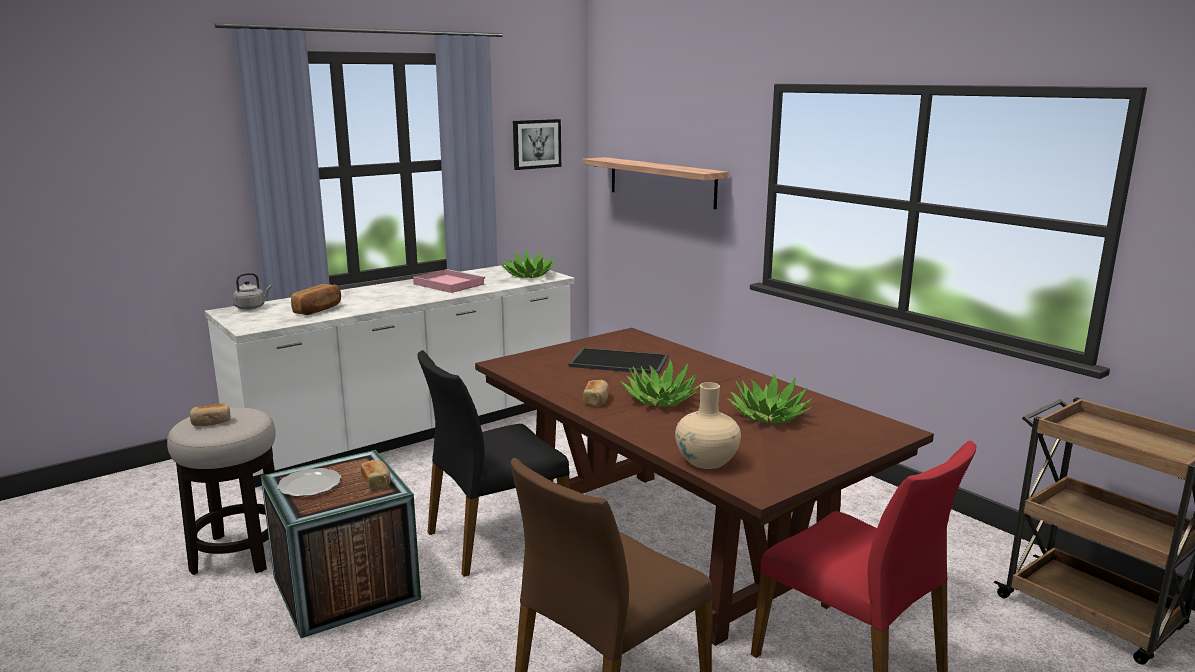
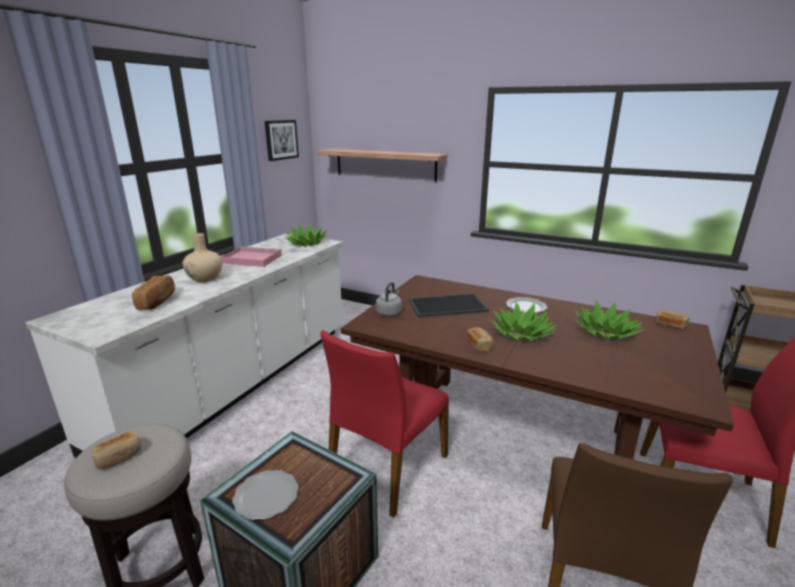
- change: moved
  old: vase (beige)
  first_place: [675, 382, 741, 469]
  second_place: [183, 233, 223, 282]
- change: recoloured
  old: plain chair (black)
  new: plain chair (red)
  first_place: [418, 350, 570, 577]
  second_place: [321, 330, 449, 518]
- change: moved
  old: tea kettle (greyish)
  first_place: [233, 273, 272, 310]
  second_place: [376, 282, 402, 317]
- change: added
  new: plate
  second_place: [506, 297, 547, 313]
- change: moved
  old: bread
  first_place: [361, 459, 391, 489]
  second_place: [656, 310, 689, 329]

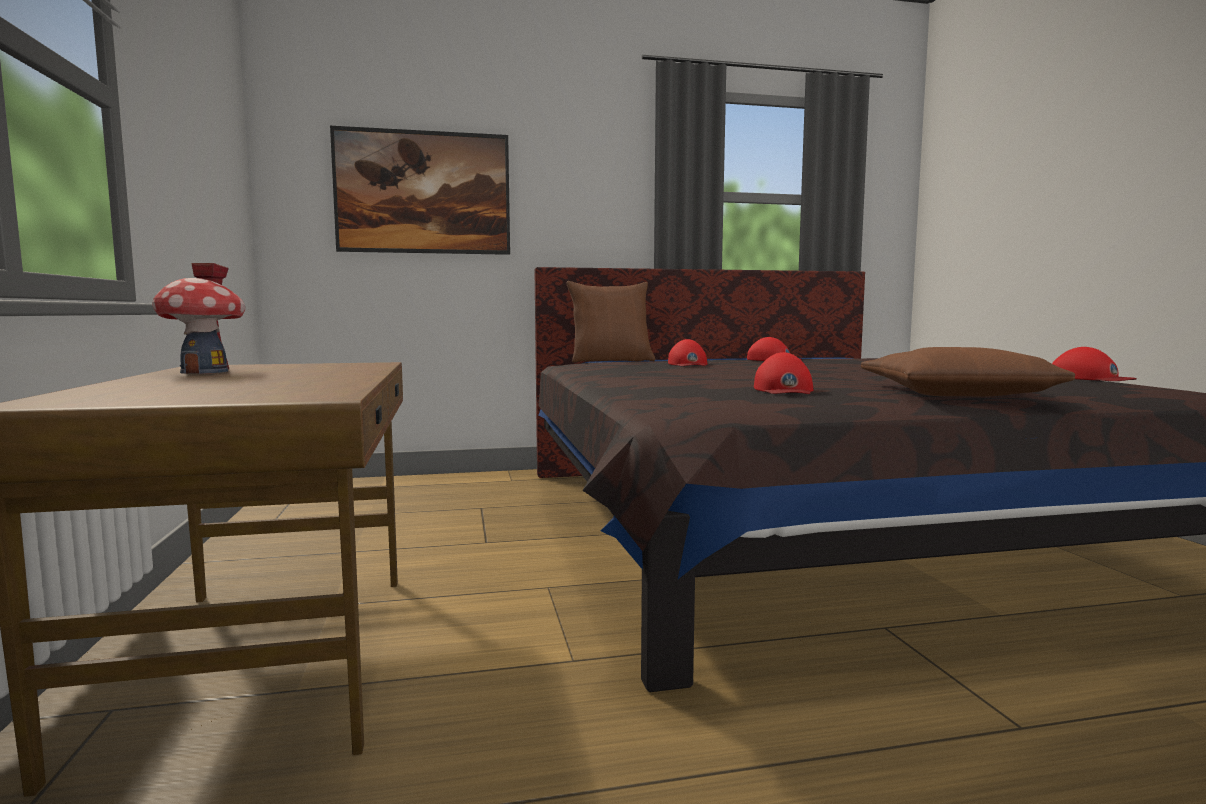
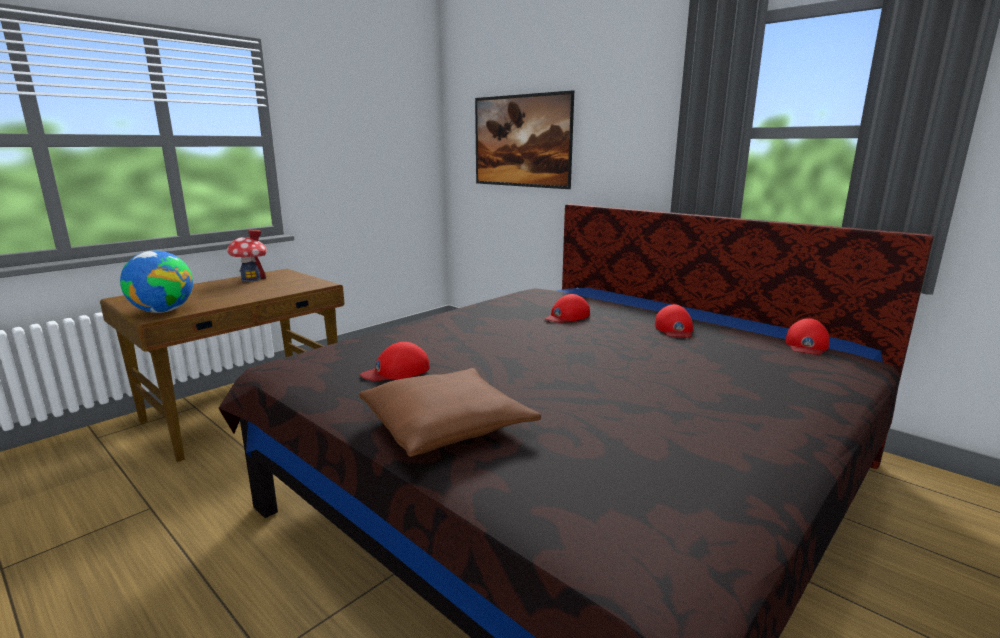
- change: added
  new: globe
  second_place: [120, 251, 193, 313]
- change: moved
  old: peaked cap (red)
  first_place: [1052, 347, 1137, 381]
  second_place: [785, 318, 829, 355]
- change: removed
  old: pillow (brown-coloured)
  first_place: [566, 281, 655, 363]

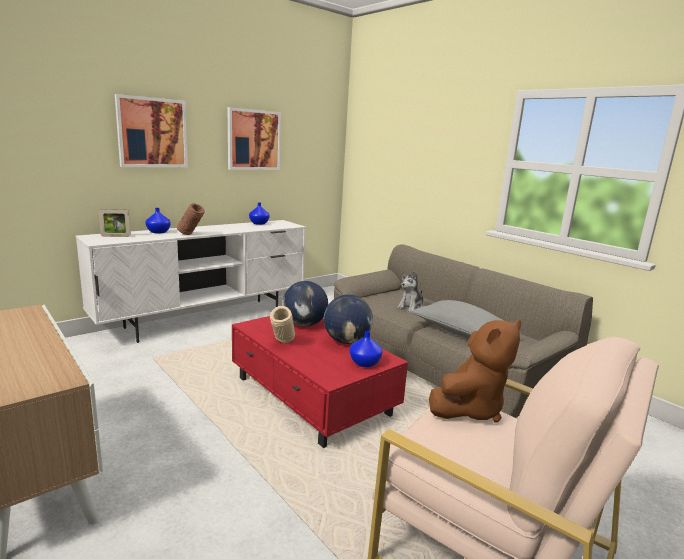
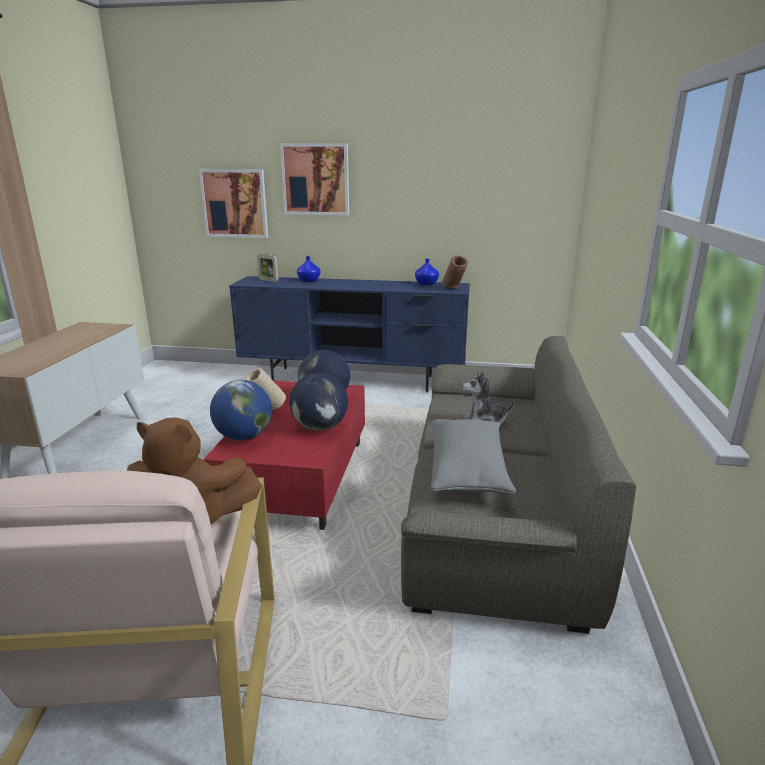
- change: moved
  old: picture
  first_place: [228, 107, 281, 170]
  second_place: [199, 169, 268, 238]
- change: added
  new: globe
  second_place: [210, 380, 272, 441]
- change: recoloured
  old: media console (whitish)
  new: media console (bluish)
  first_place: [75, 220, 306, 343]
  second_place: [229, 276, 470, 392]
- change: moved
  old: vase (brown-coloured)
  first_place: [177, 203, 205, 235]
  second_place: [442, 256, 468, 289]
- change: removed
  old: vase (bluish)
  first_place: [350, 331, 382, 367]

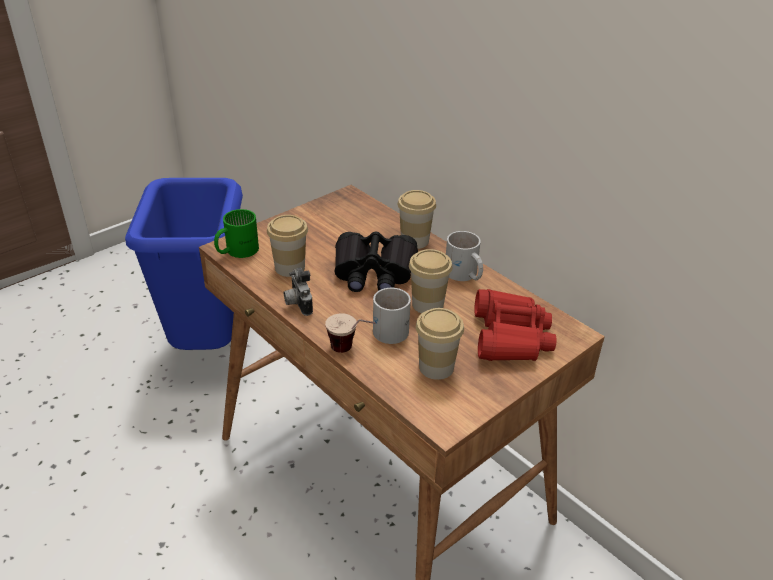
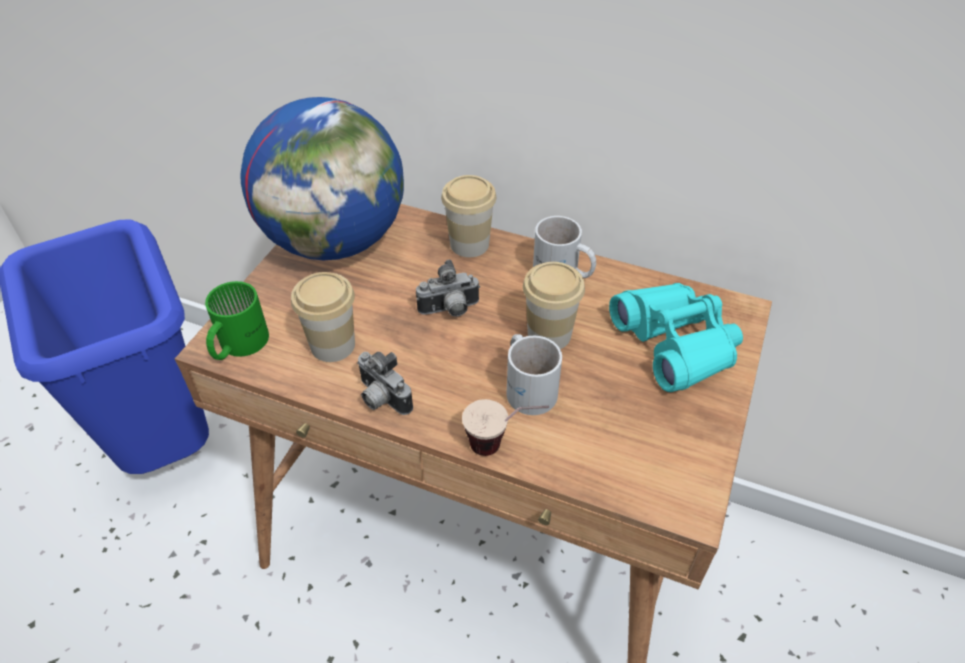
- change: added
  new: globe
  second_place: [240, 97, 404, 260]
- change: replaced
  old: field glasses (black)
  new: photo camera
  first_place: [334, 232, 418, 292]
  second_place: [416, 259, 480, 317]
- change: recoloured
  old: field glasses (red)
  new: field glasses (turquoise-coloured)
  first_place: [474, 289, 556, 361]
  second_place: [609, 283, 743, 392]
- change: removed
  old: small cup
  first_place: [416, 308, 464, 380]

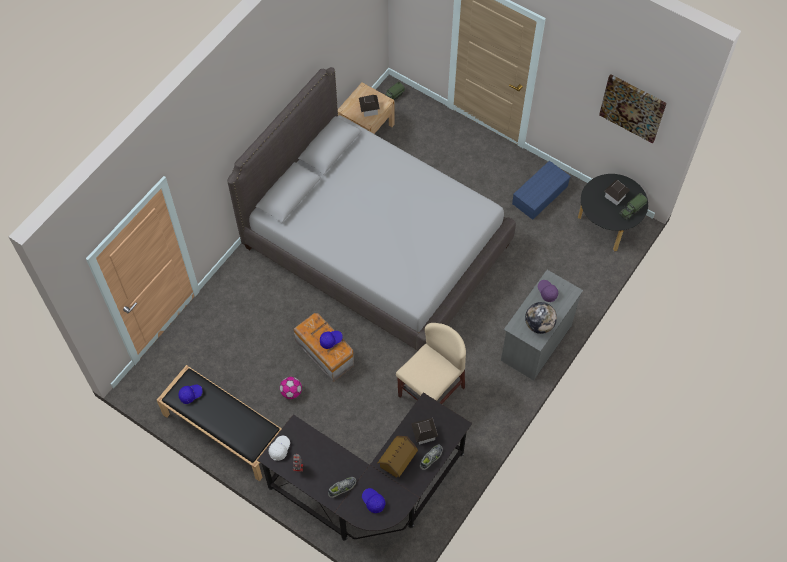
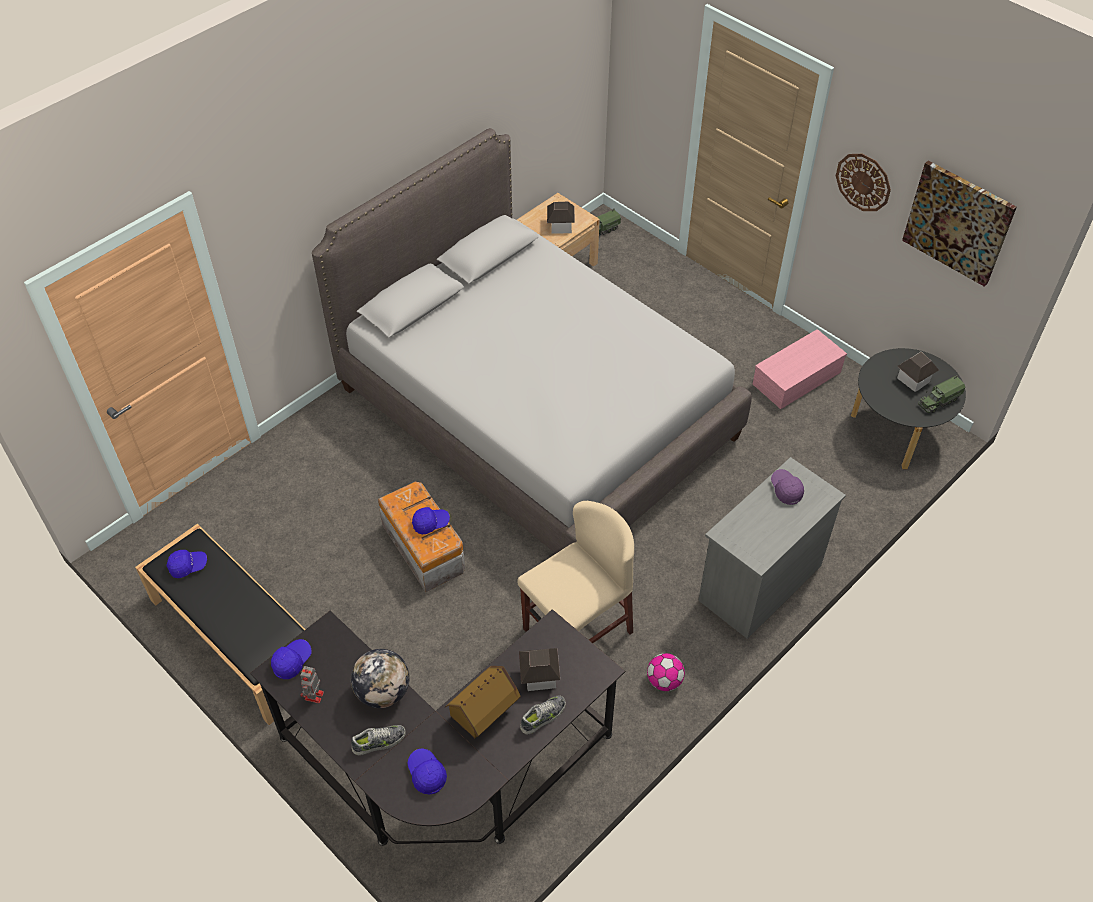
- change: recoloured
  old: peaked cap (whitish)
  new: peaked cap (bluish)
  first_place: [268, 436, 290, 461]
  second_place: [271, 639, 311, 679]
- change: moved
  old: globe
  first_place: [525, 302, 557, 334]
  second_place: [351, 649, 410, 708]
- change: moved
  old: football
  first_place: [280, 377, 302, 399]
  second_place: [647, 653, 685, 691]
- change: recoloured
  old: storage bin (bluish)
  new: storage bin (pink-coloured)
  first_place: [512, 161, 571, 220]
  second_place: [753, 329, 847, 409]
- change: added
  new: hanging clock
  second_place: [836, 154, 891, 211]

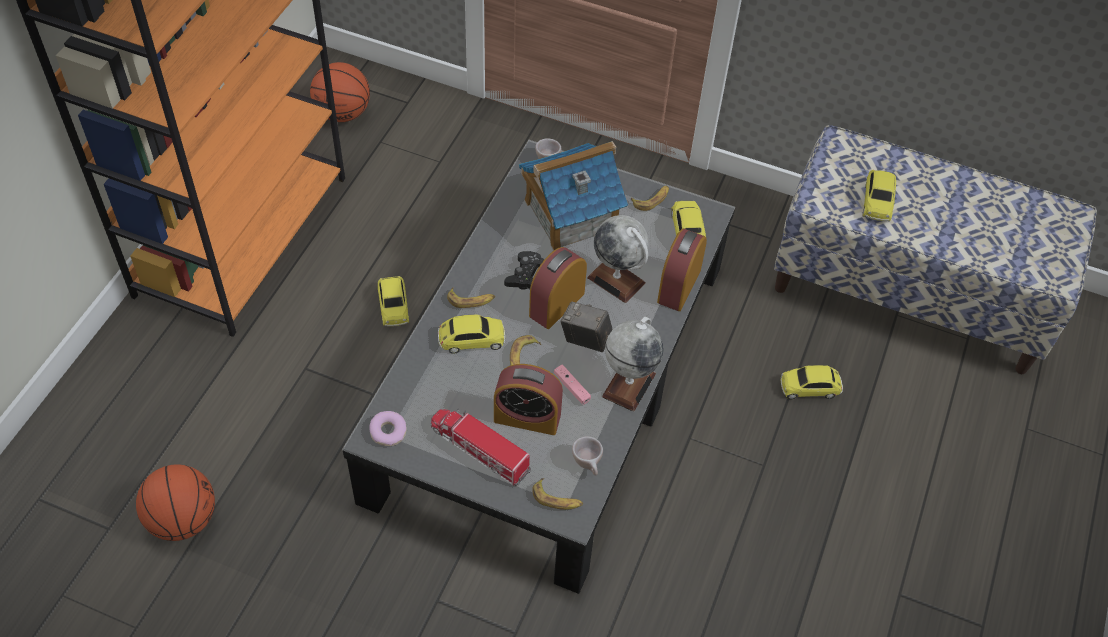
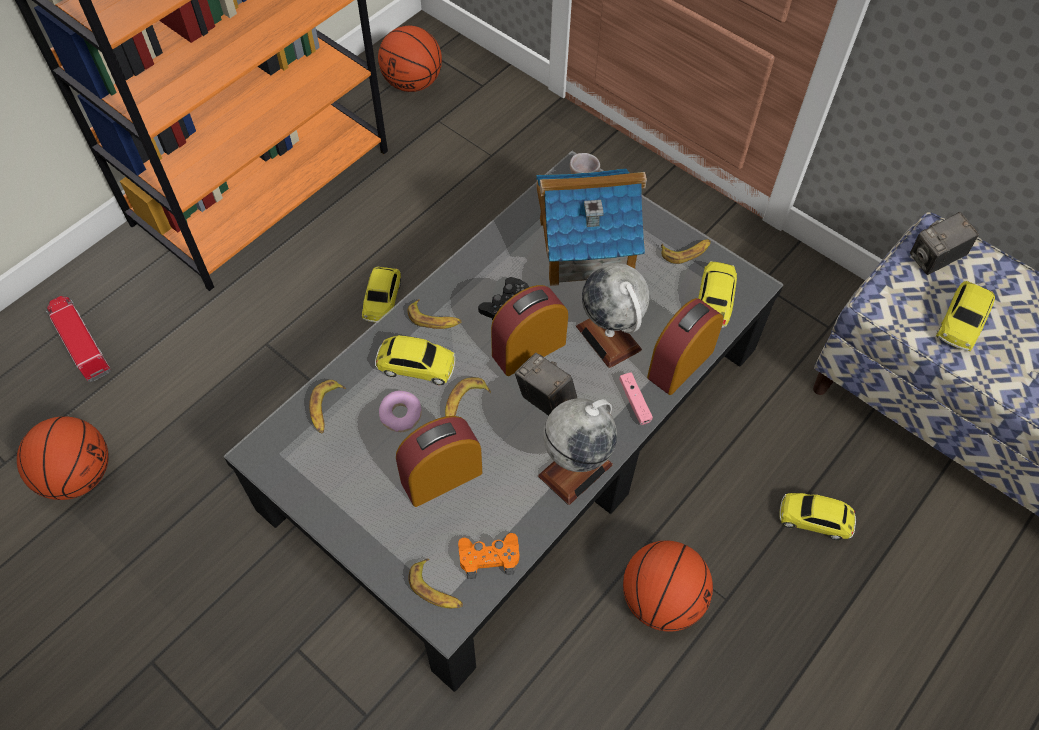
- change: moved
  old: toy truck
  first_place: [431, 409, 531, 486]
  second_place: [46, 296, 111, 382]
- change: added
  new: banana fruit
  second_place: [309, 380, 346, 433]
- change: moved
  old: doughnut
  first_place: [370, 411, 406, 446]
  second_place: [379, 390, 422, 432]
- change: turned
  old: table clock
  first_place: [494, 364, 563, 435]
  second_place: [396, 416, 482, 507]
  degrees: 120
- change: replaced
  old: small cup (beige)
  new: joypad (orangey)
  first_place: [572, 436, 603, 476]
  second_place: [458, 533, 519, 579]
- change: moved
  old: joypad (pink-coloured)
  first_place: [554, 364, 591, 405]
  second_place: [619, 372, 653, 425]
- change: added
  new: ball for basketball
  second_place: [623, 540, 713, 632]
- change: added
  new: photo camera
  second_place: [910, 212, 979, 275]

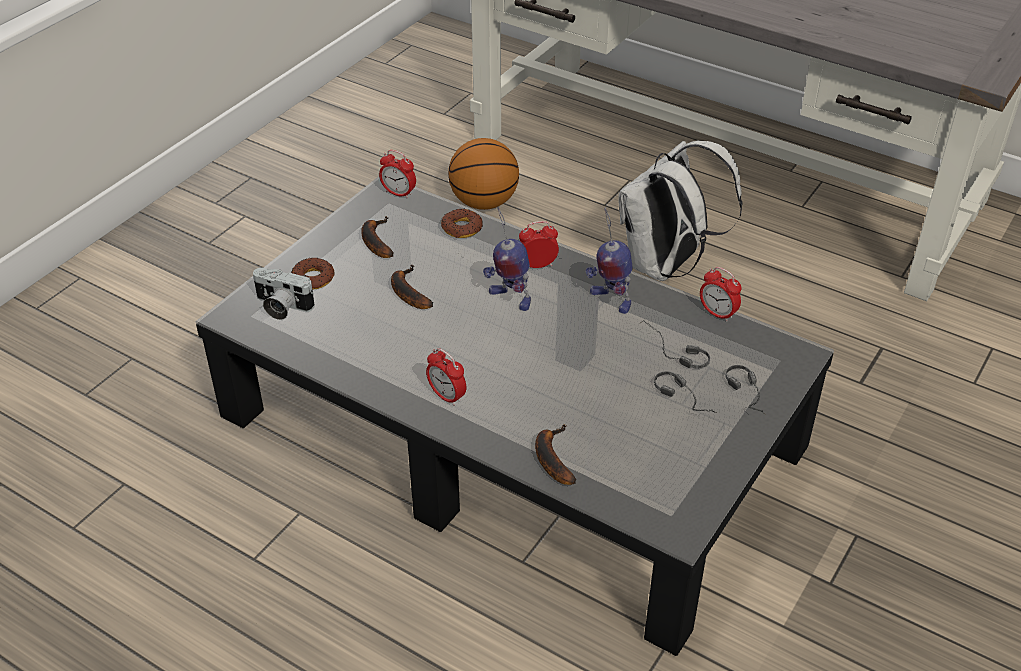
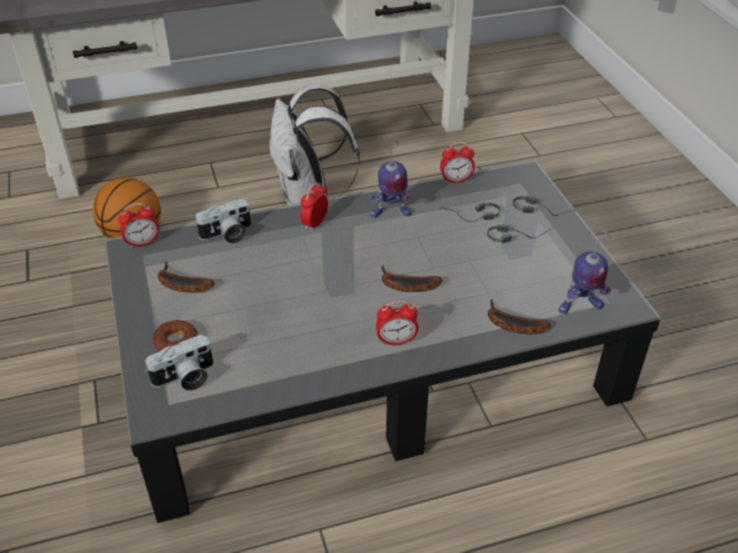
- change: replaced
  old: doughnut
  new: photo camera
  first_place: [441, 209, 483, 238]
  second_place: [195, 198, 251, 244]
- change: moved
  old: banana fruit
  first_place: [391, 265, 433, 309]
  second_place: [382, 265, 442, 292]
- change: moved
  old: model robot
  first_place: [483, 207, 531, 311]
  second_place: [558, 229, 611, 314]

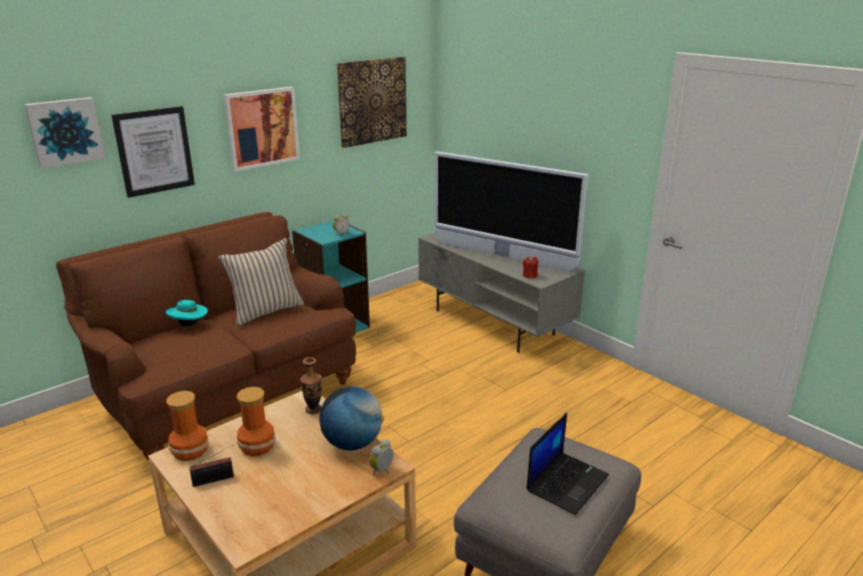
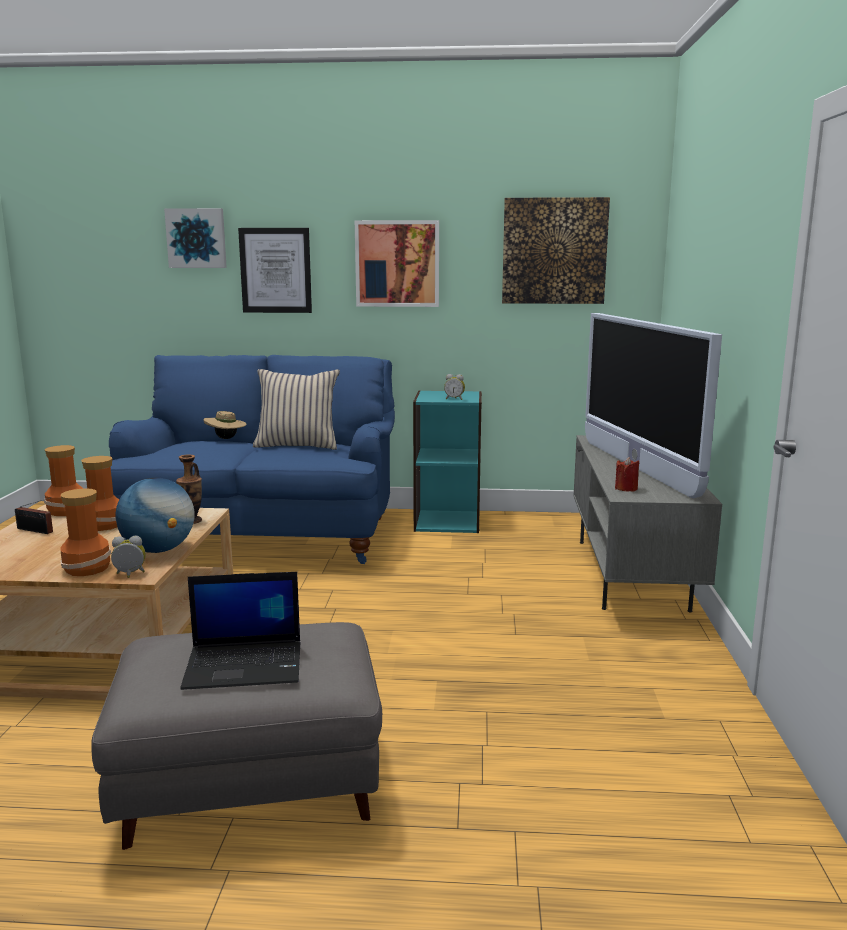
- change: added
  new: vase
  second_place: [60, 488, 112, 576]
- change: recoloured
  old: sofa (brown-coloured)
  new: sofa (bluish)
  first_place: [56, 212, 356, 460]
  second_place: [109, 355, 395, 564]
- change: recoloured
  old: wearable hat (turquoise-coloured)
  new: wearable hat (beige)
  first_place: [166, 300, 208, 327]
  second_place: [204, 411, 247, 439]

